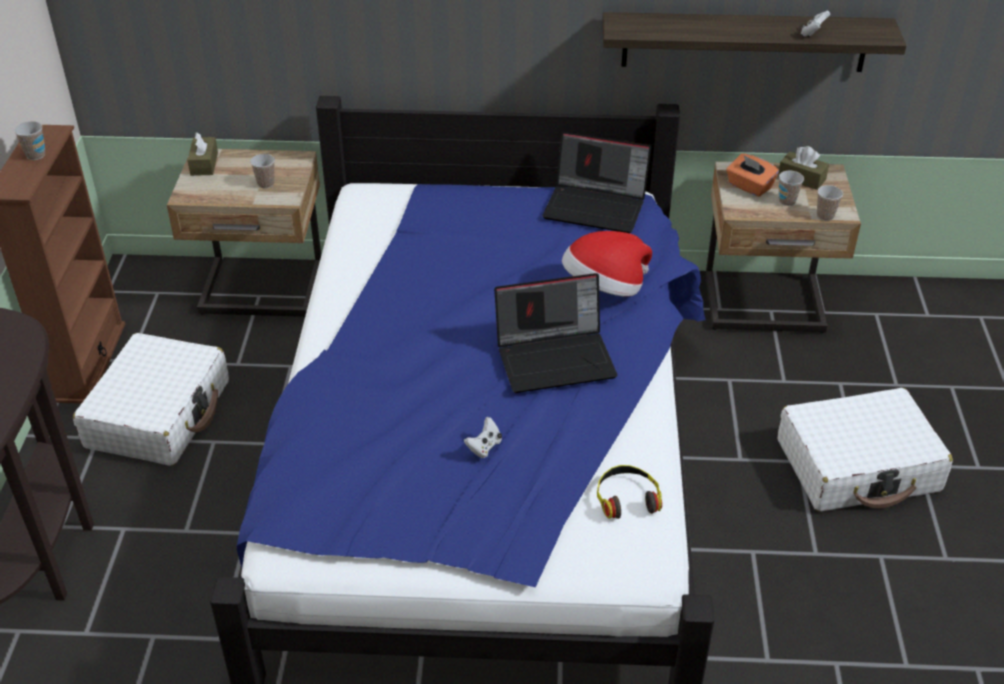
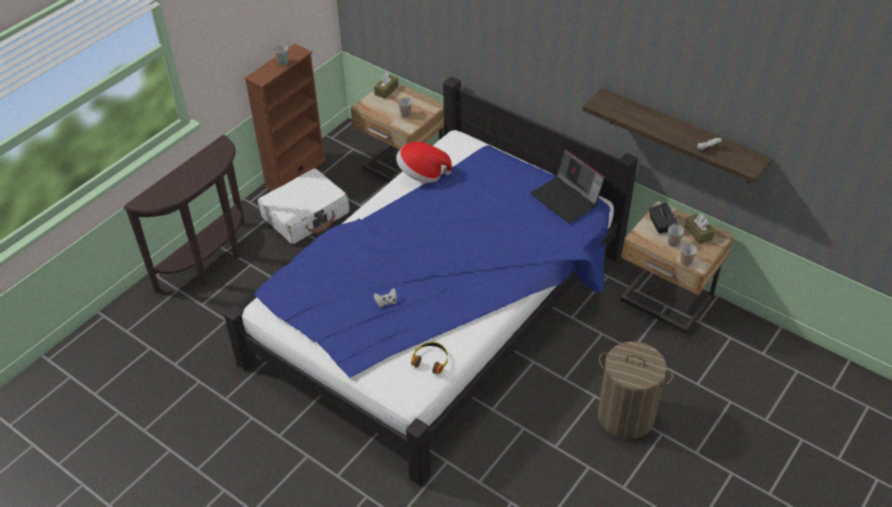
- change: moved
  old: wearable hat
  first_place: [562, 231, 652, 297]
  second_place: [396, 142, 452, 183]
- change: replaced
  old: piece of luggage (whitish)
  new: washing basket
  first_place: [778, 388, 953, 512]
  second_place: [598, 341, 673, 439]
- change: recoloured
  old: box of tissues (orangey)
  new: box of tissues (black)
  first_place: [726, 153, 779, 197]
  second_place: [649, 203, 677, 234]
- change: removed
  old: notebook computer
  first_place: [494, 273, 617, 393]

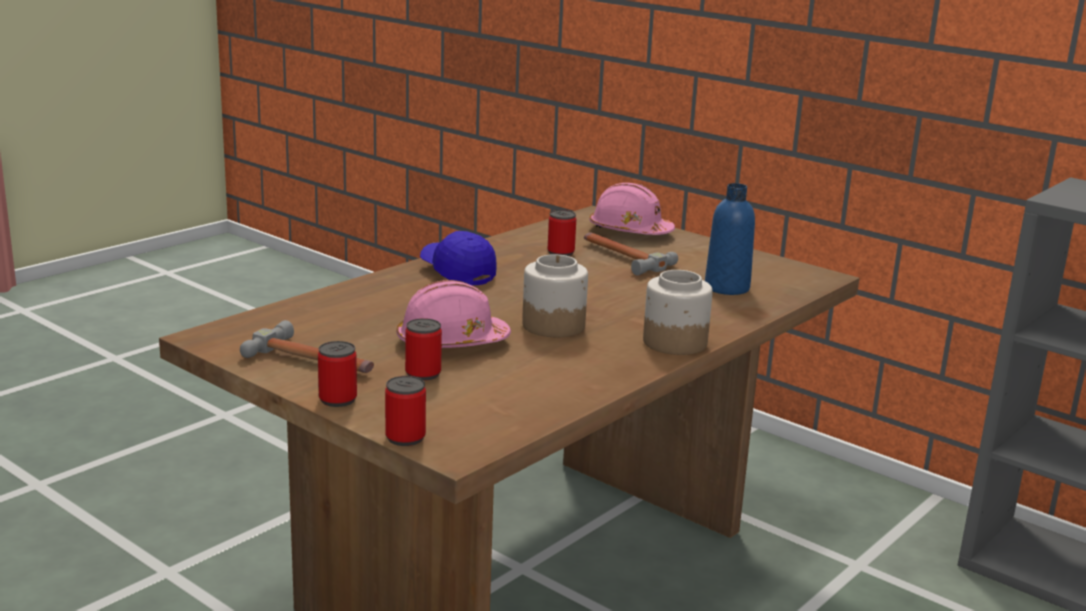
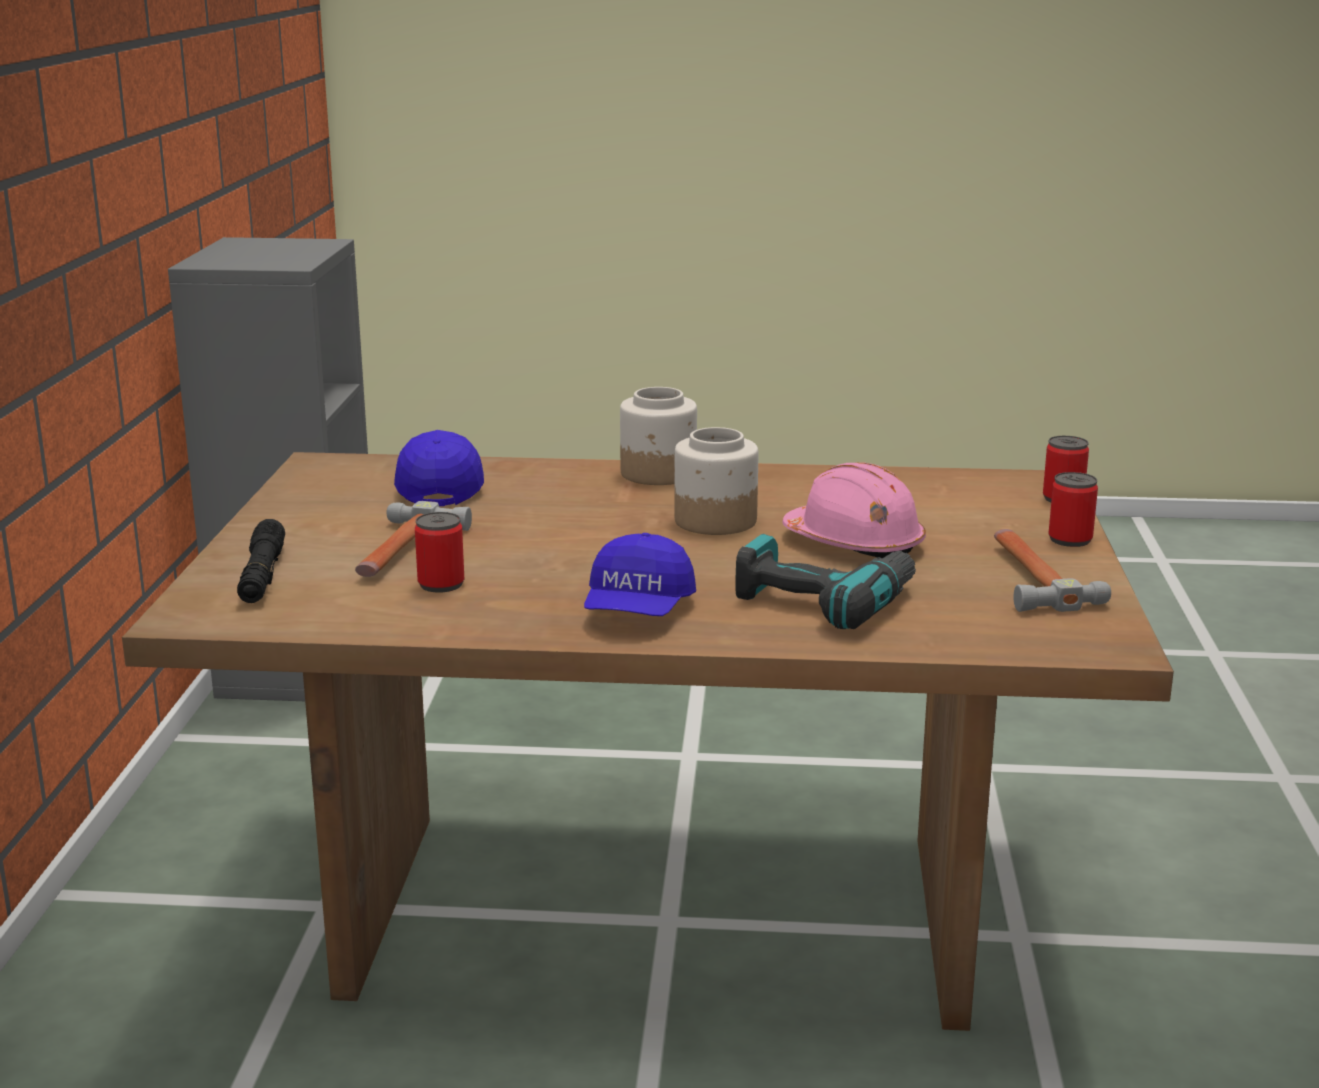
- change: replaced
  old: work helmet (pink-coloured)
  new: hand torch (black)
  first_place: [589, 183, 675, 235]
  second_place: [237, 519, 285, 603]
- change: replaced
  old: drink bottle (bluish)
  new: peaked cap (bluish)
  first_place: [705, 183, 755, 295]
  second_place: [394, 430, 484, 506]
- change: added
  new: electric drill
  second_place: [736, 534, 916, 629]
- change: removed
  old: can
  first_place: [405, 318, 442, 381]

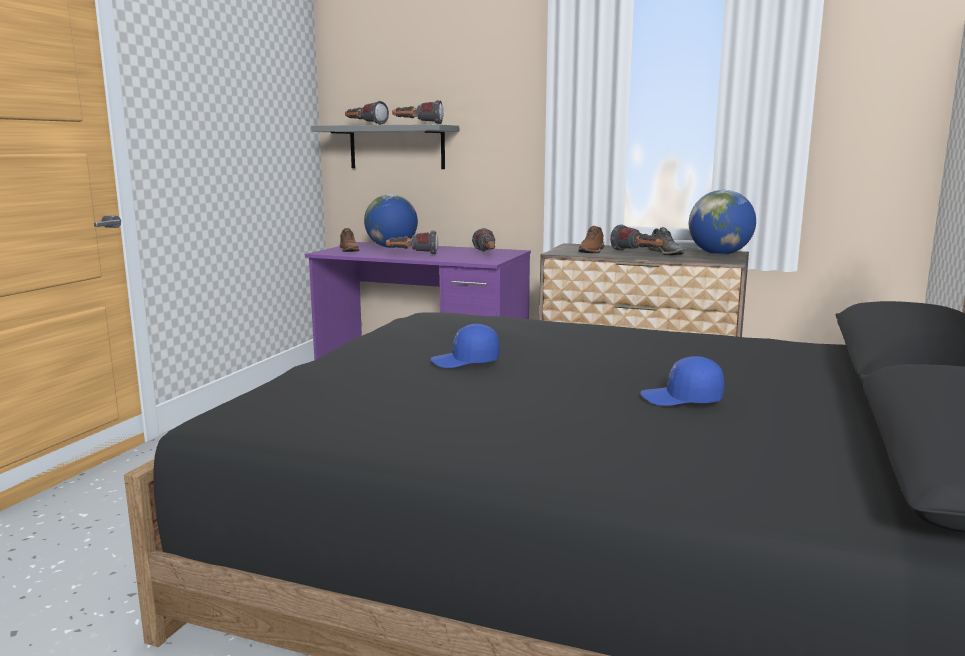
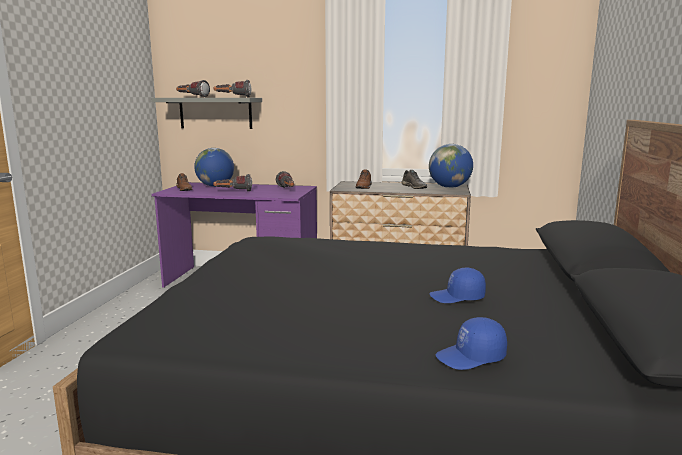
- change: moved
  old: peaked cap (bluish)
  first_place: [431, 324, 500, 368]
  second_place: [436, 317, 507, 370]
- change: removed
  old: hand torch
  first_place: [610, 224, 663, 251]

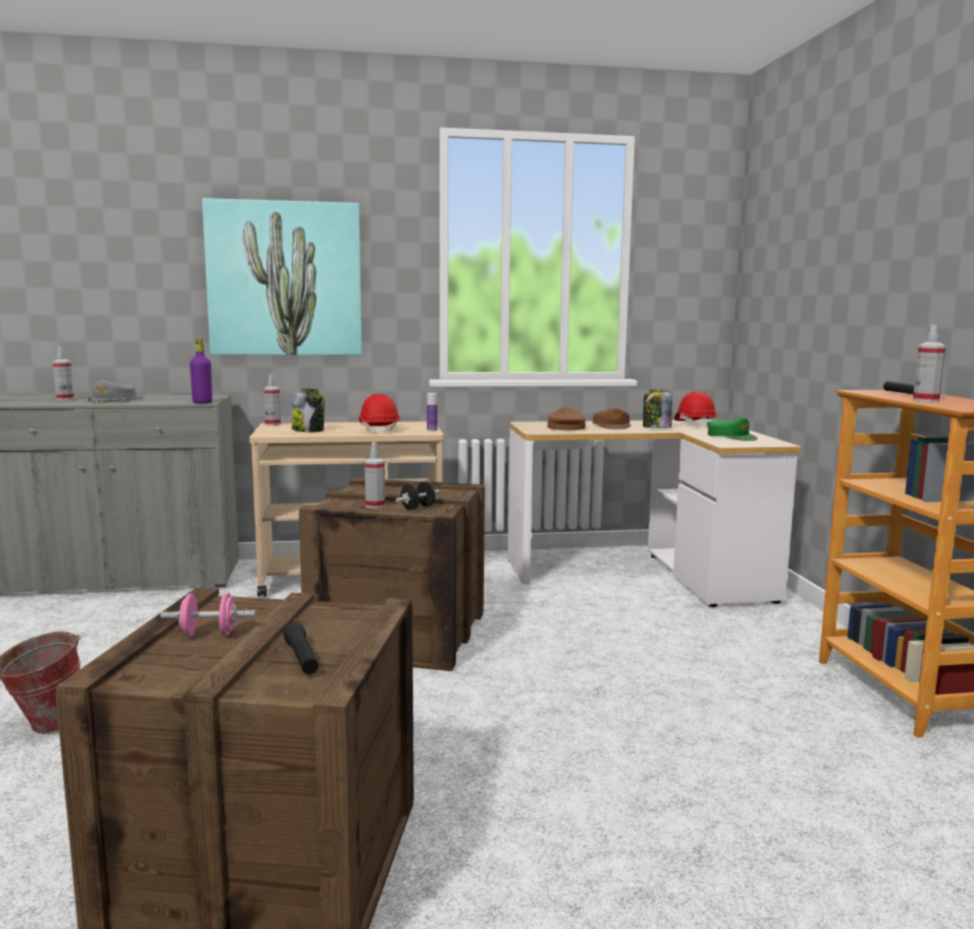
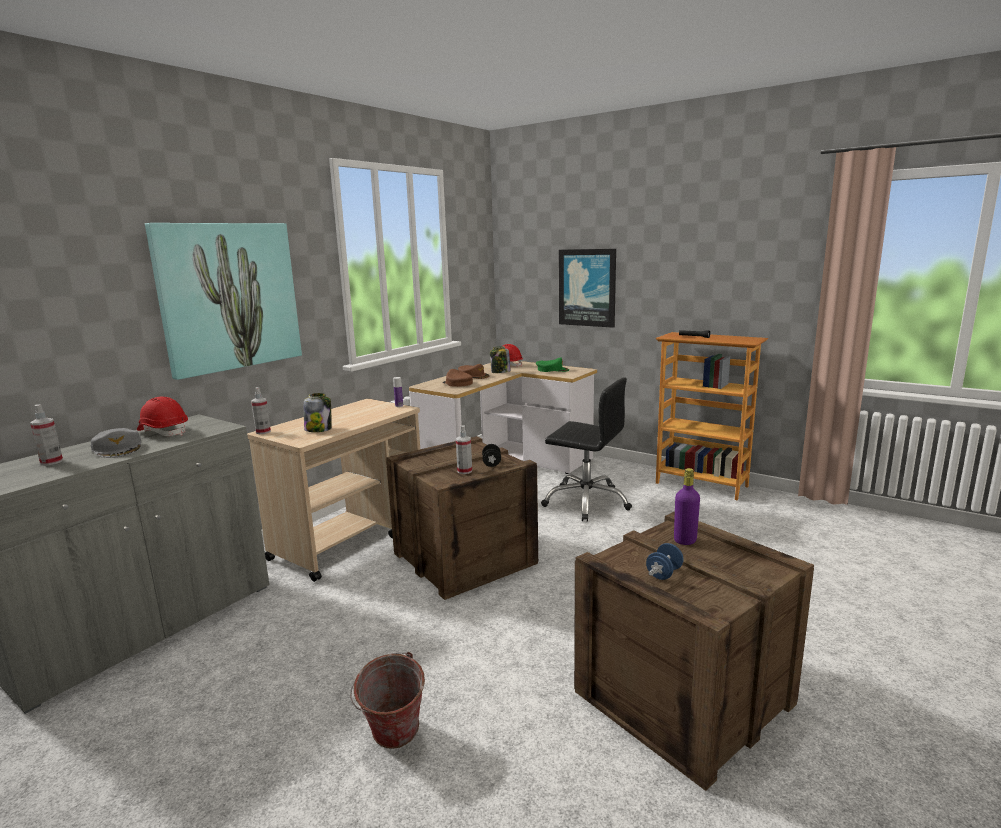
- change: moved
  old: work helmet (red)
  first_place: [359, 394, 400, 434]
  second_place: [137, 396, 188, 436]
- change: added
  new: computer chair (black)
  second_place: [541, 378, 632, 521]
- change: added
  new: picture
  second_place: [559, 249, 616, 328]
- change: recoloured
  old: free weight (pink-coloured)
  new: free weight (bluish)
  first_place: [160, 593, 256, 637]
  second_place: [646, 543, 684, 580]
- change: moved
  old: drink bottle (purplish)
  first_place: [190, 338, 212, 403]
  second_place: [674, 468, 700, 545]
- change: removed
  old: hand torch (black)
  first_place: [283, 622, 319, 675]
- change: removed
  old: sprayer
  first_place: [913, 324, 946, 402]

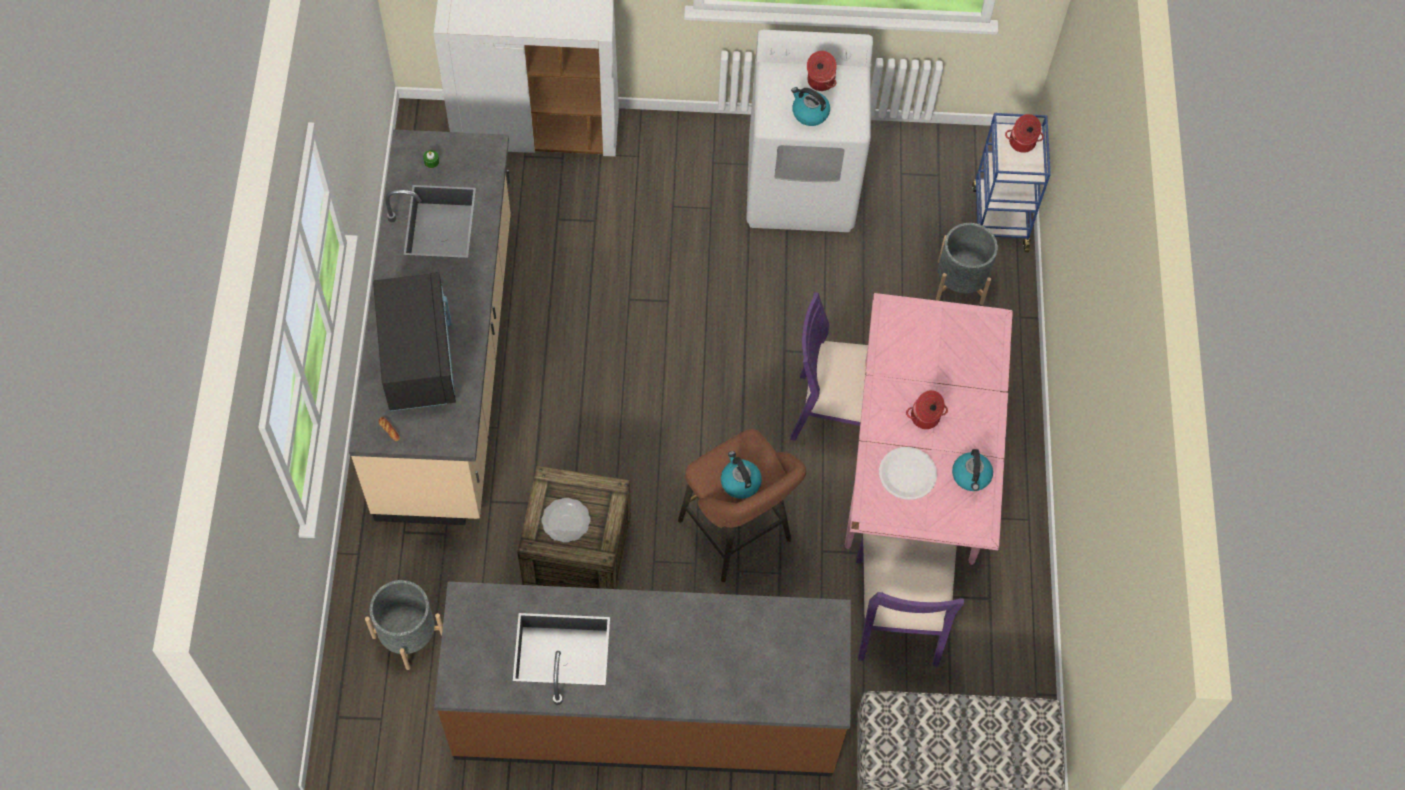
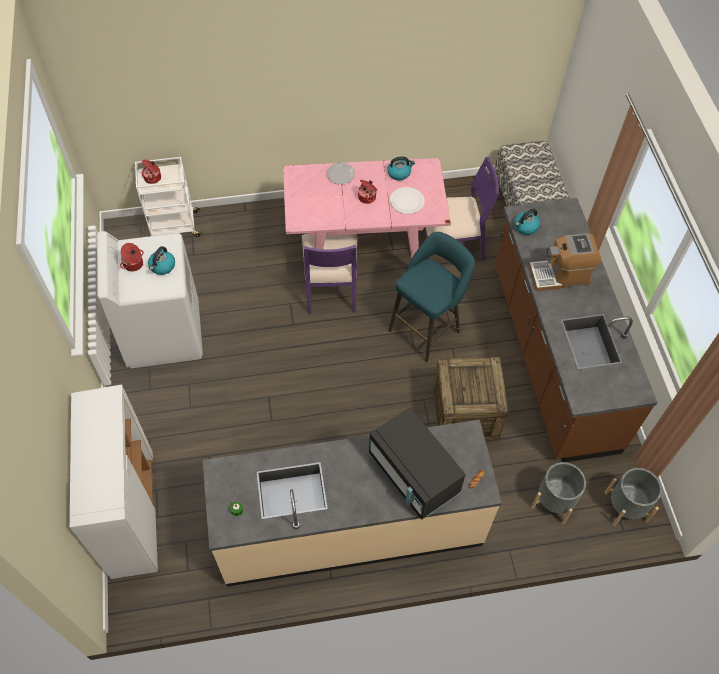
- change: recoloured
  old: trolley (bluish)
  new: trolley (whitish)
  first_place: [972, 113, 1051, 252]
  second_place: [135, 157, 202, 237]
- change: moved
  old: plate
  first_place: [542, 498, 591, 543]
  second_place: [326, 163, 355, 184]
- change: turned
  old: microwave oven (black)
  first_place: [373, 272, 456, 411]
  second_place: [369, 408, 466, 519]
  degrees: -105
- change: recoloured
  old: sitting stool (brown-coloured)
  new: sitting stool (turquoise-coloured)
  first_place: [678, 429, 806, 582]
  second_place: [388, 232, 475, 362]
- change: moved
  old: tea kettle
  first_place: [721, 451, 762, 499]
  second_place: [514, 209, 540, 235]
- change: added
  new: coffee maker
  second_place: [529, 233, 601, 291]
- change: moved
  old: plant pot (greyish)
  first_place: [936, 223, 998, 305]
  second_place: [604, 468, 662, 526]

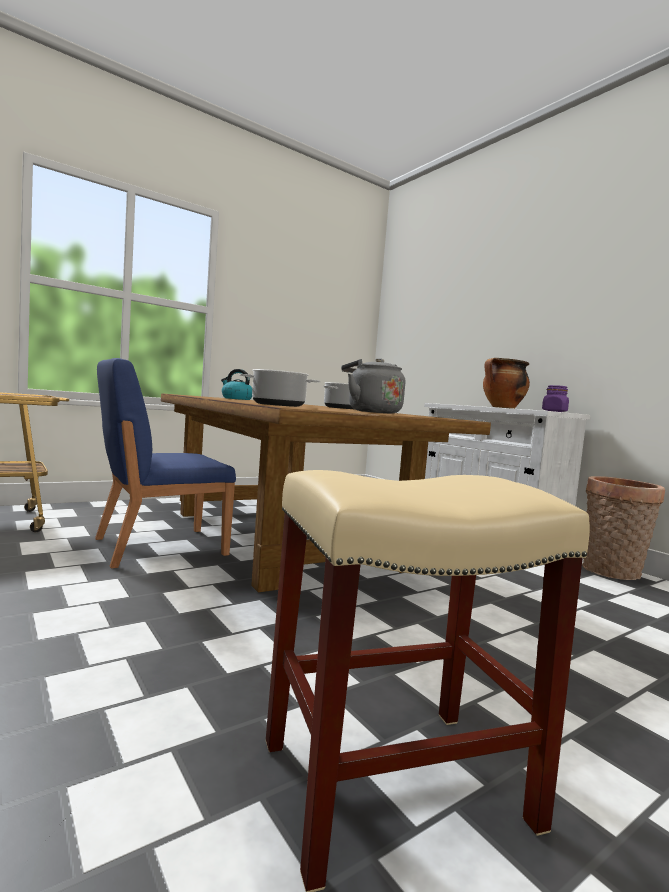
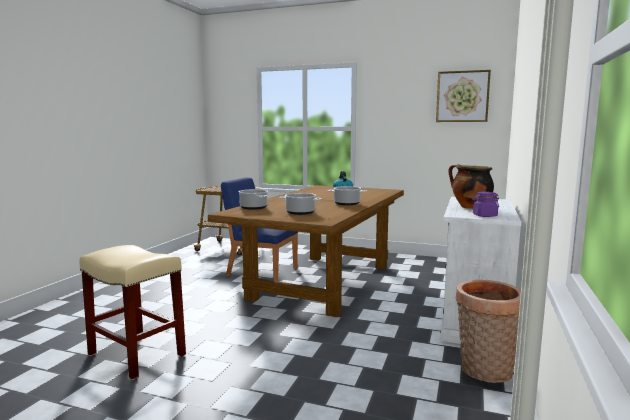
- change: replaced
  old: tea kettle (greyish)
  new: cooking pot
  first_place: [341, 358, 405, 413]
  second_place: [279, 193, 322, 215]
- change: added
  new: picture
  second_place: [436, 70, 491, 122]

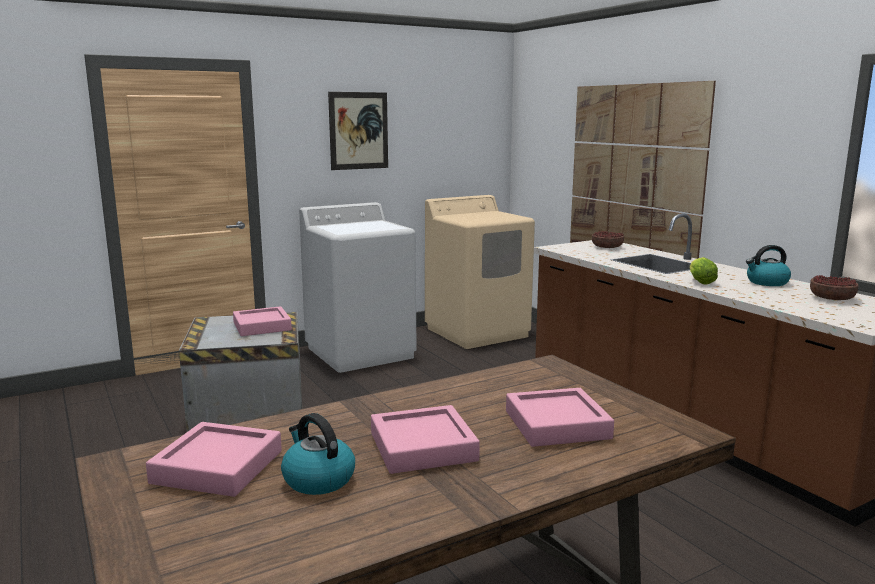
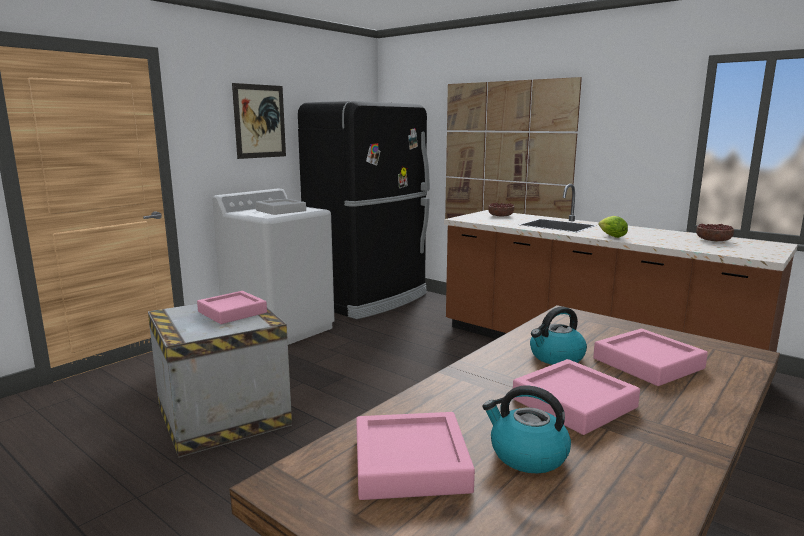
- change: added
  new: carrying tray (greyish)
  second_place: [255, 199, 306, 215]
- change: replaced
  old: laundry appliance (beige)
  new: fridge (black)
  first_place: [425, 195, 535, 349]
  second_place: [298, 101, 430, 319]
- change: moved
  old: tea kettle
  first_place: [746, 245, 791, 286]
  second_place: [530, 307, 587, 365]

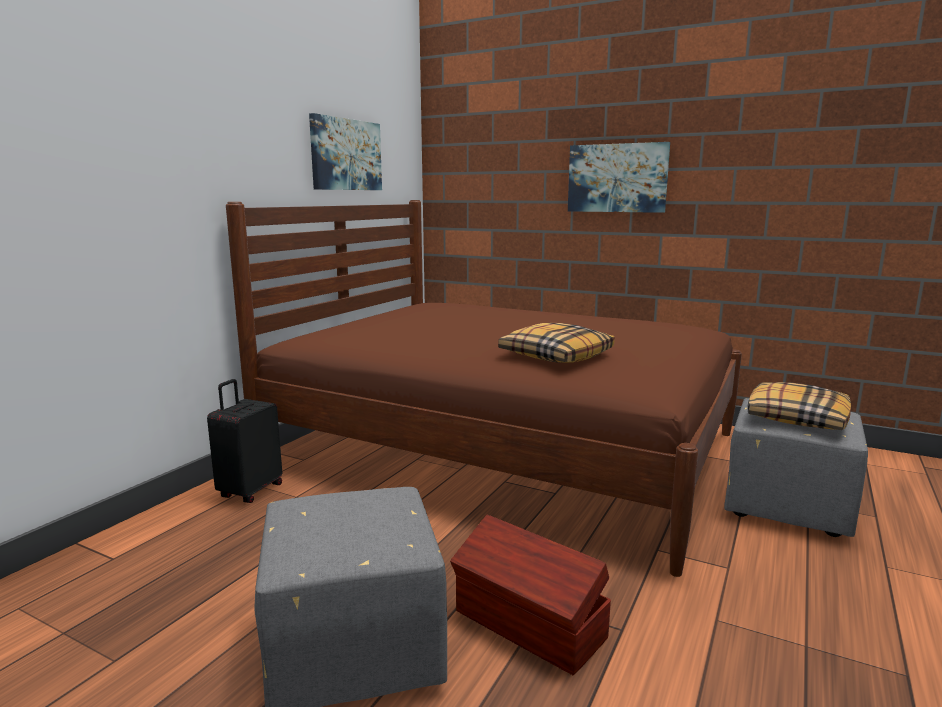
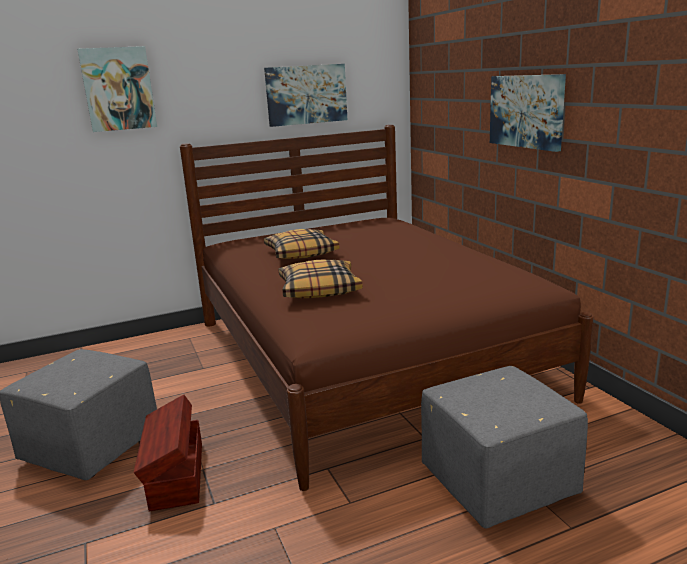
- change: added
  new: picture
  second_place: [77, 46, 157, 132]
- change: moved
  old: pillow
  first_place: [747, 382, 851, 430]
  second_place: [264, 229, 339, 259]
- change: removed
  old: piece of luggage (black)
  first_place: [207, 379, 282, 503]

